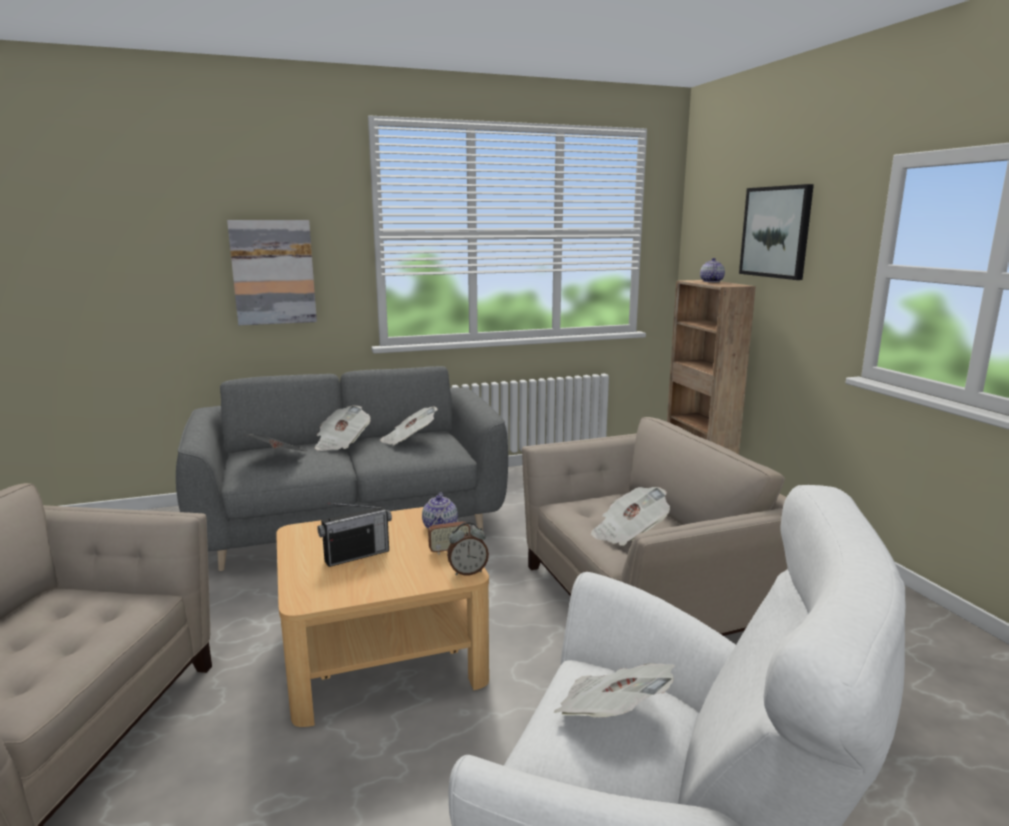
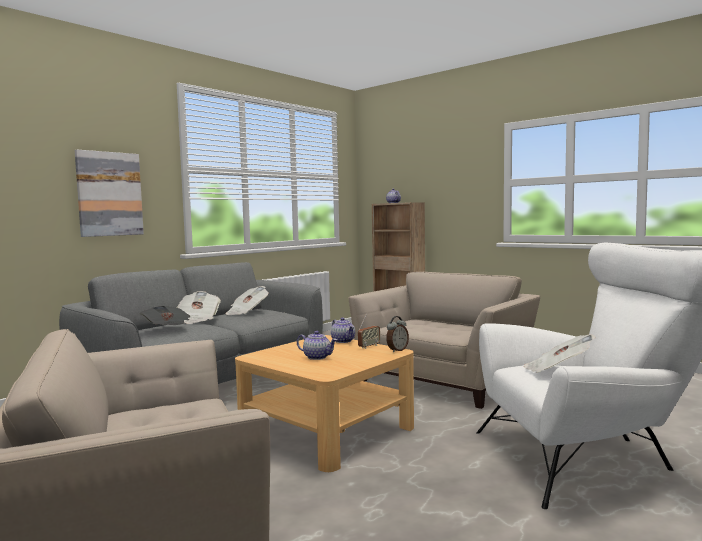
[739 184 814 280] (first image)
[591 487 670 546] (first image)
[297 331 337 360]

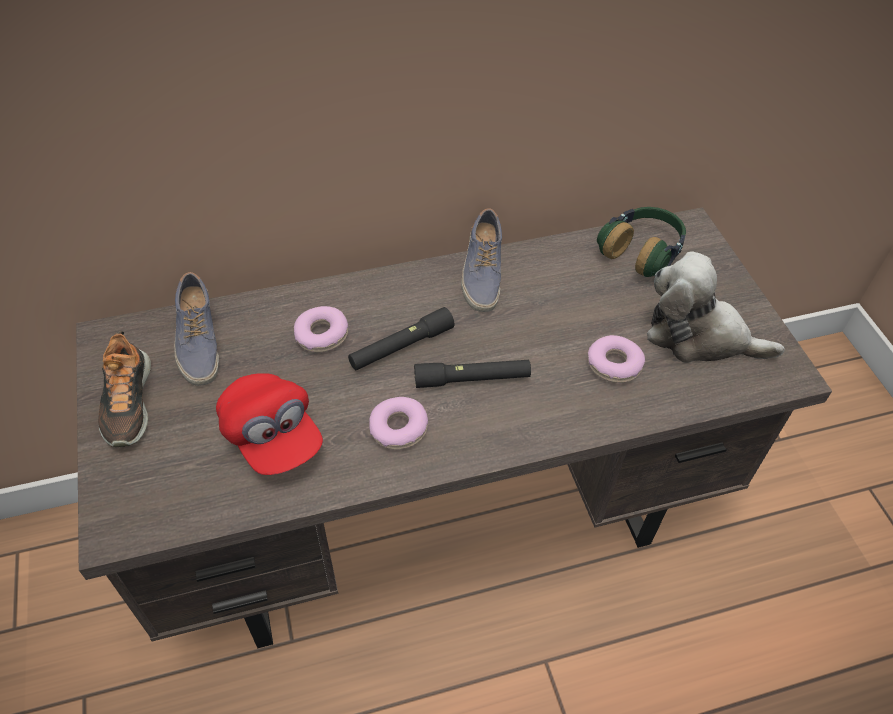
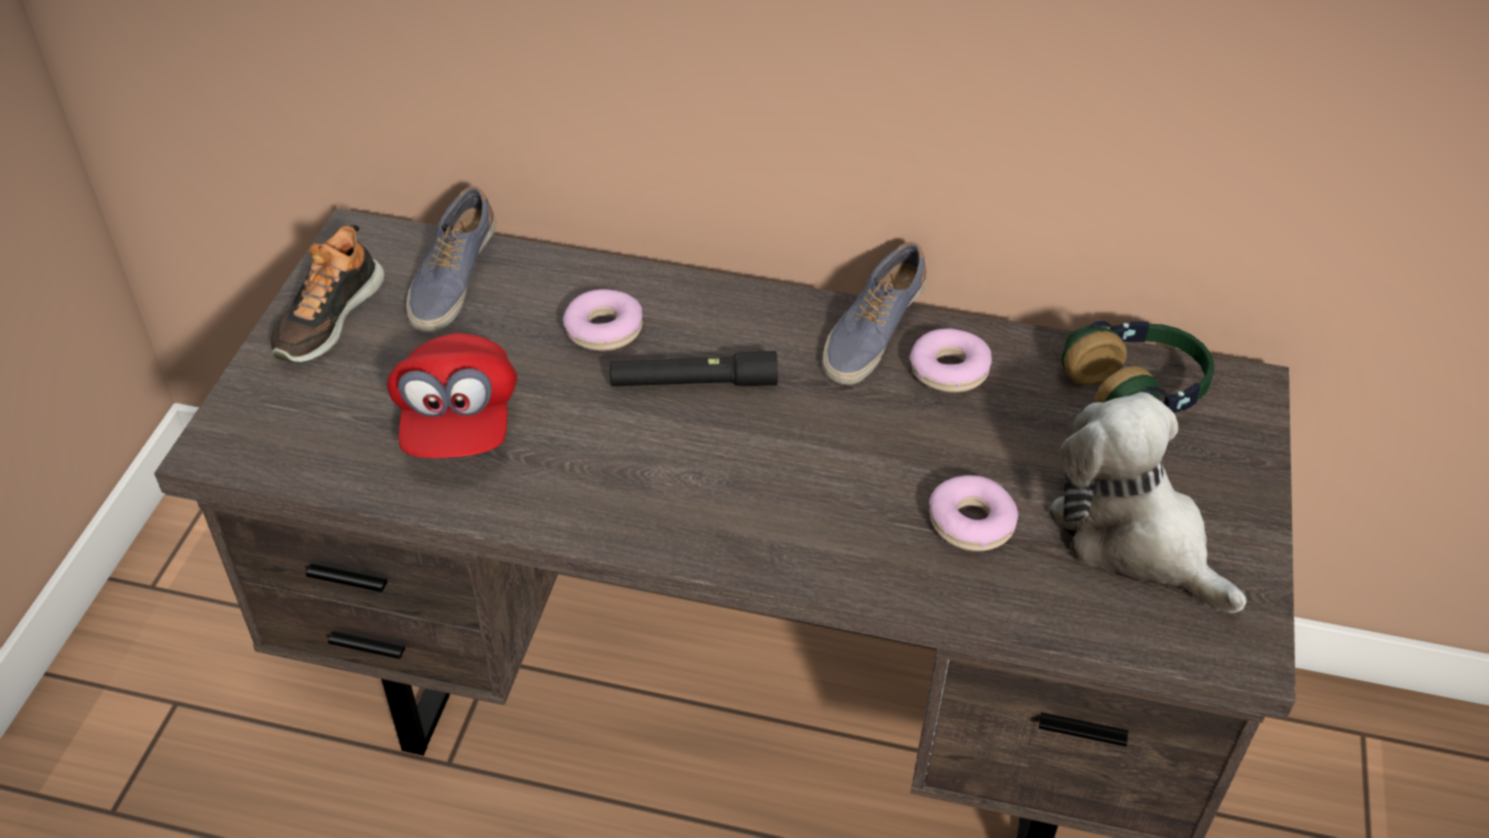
[414 360 531 388] (first image)
[909 328 992 393]

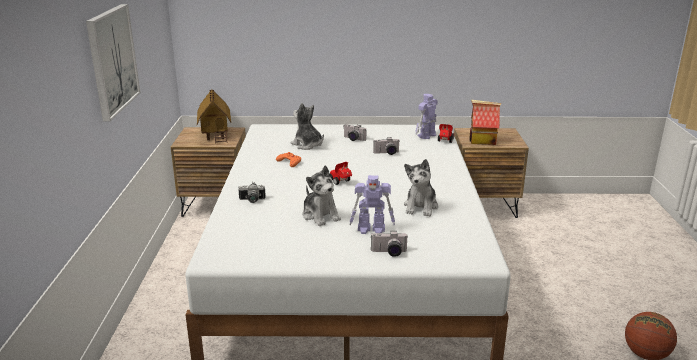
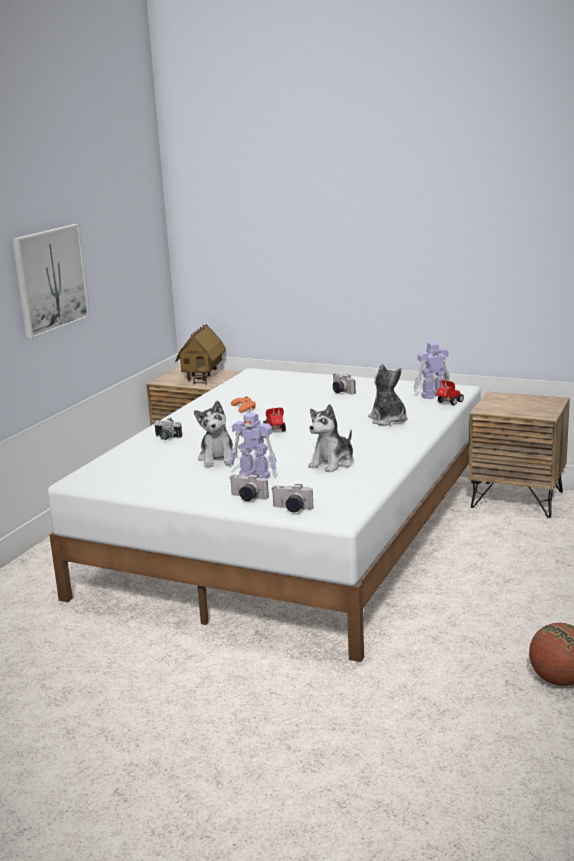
[469 100 501 145] (first image)
[368 364 408 426]
[271 484 314 512]

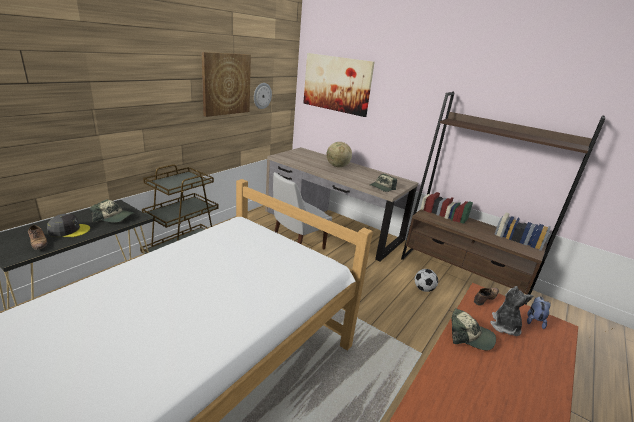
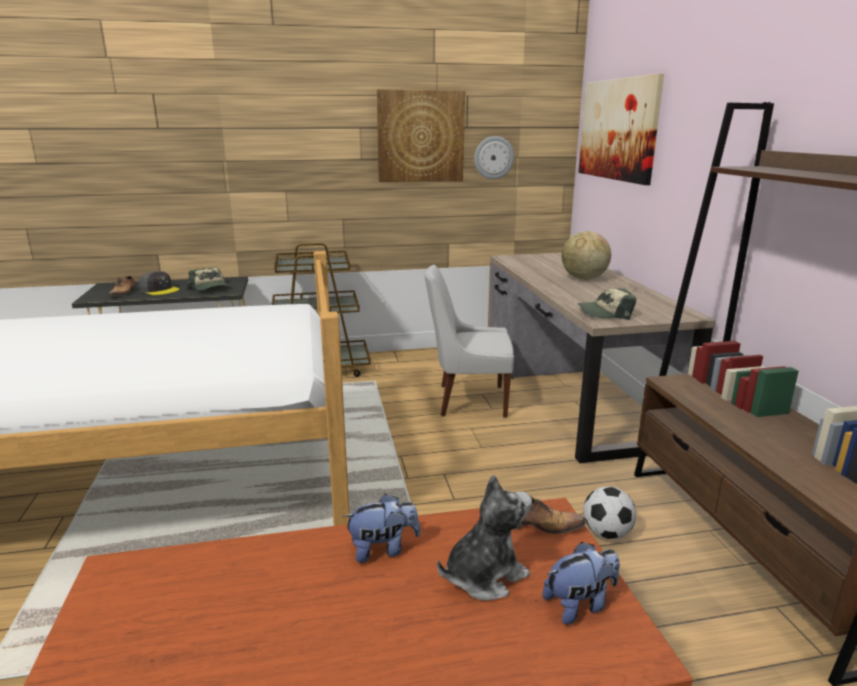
[343 494 421 563]

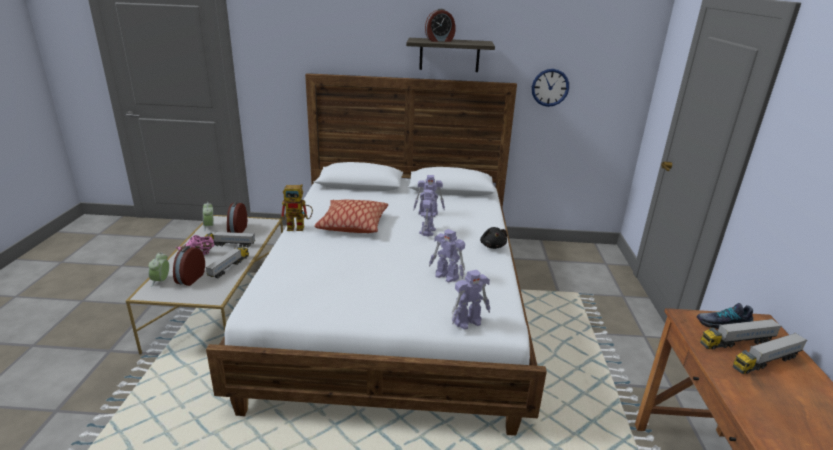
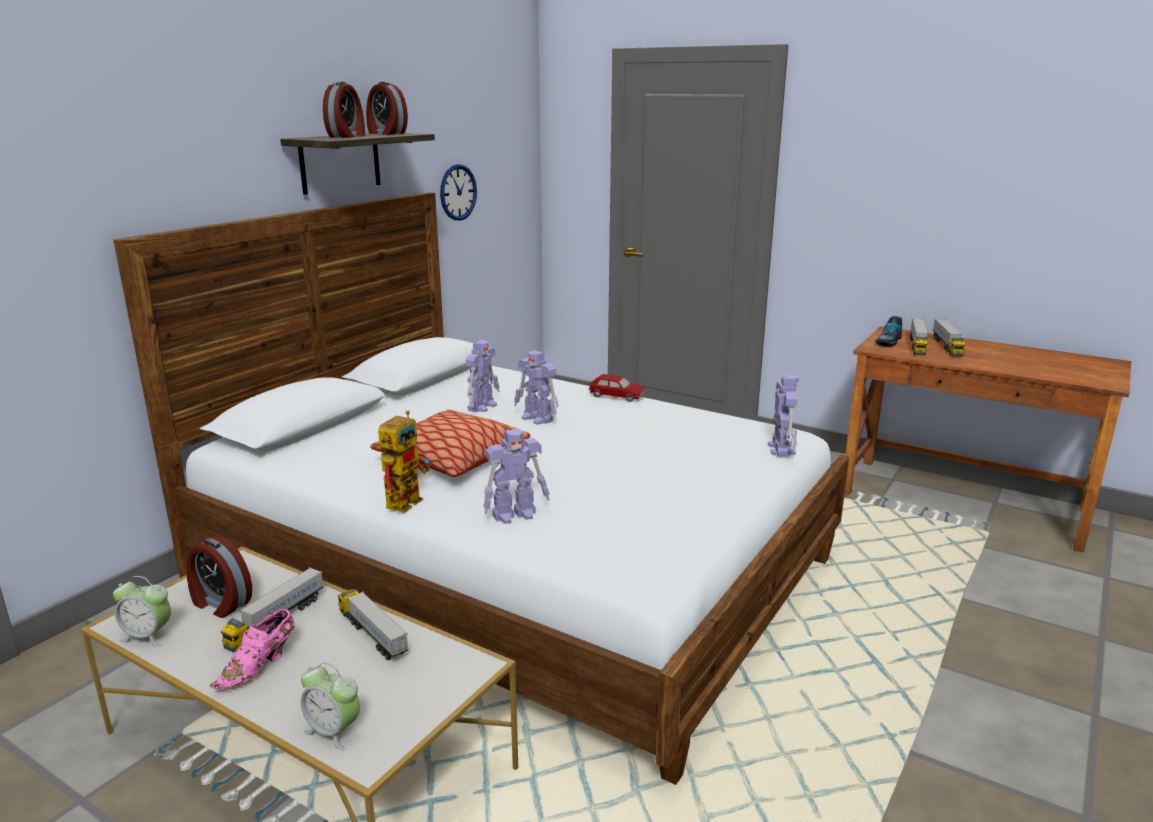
[588 374 647 402]
[483 429 550 524]
[366 82 408 135]

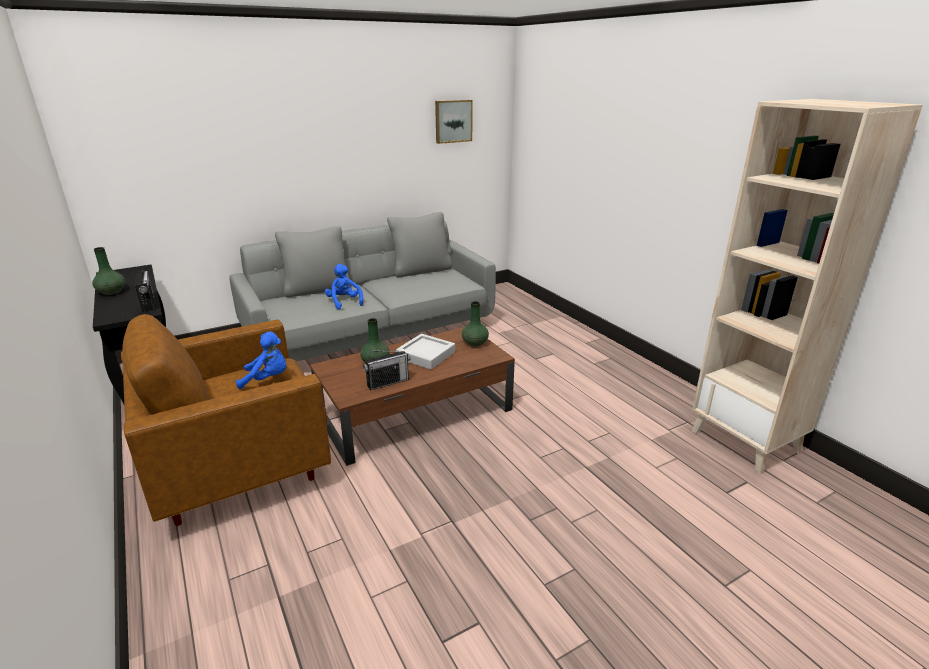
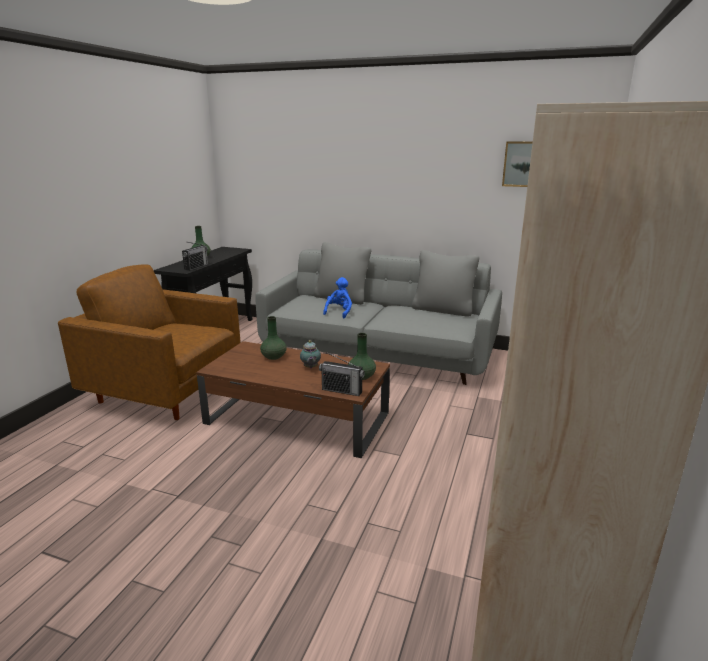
[236 332 287 389] (first image)
[300 340 321 369]
[319 352 365 396]

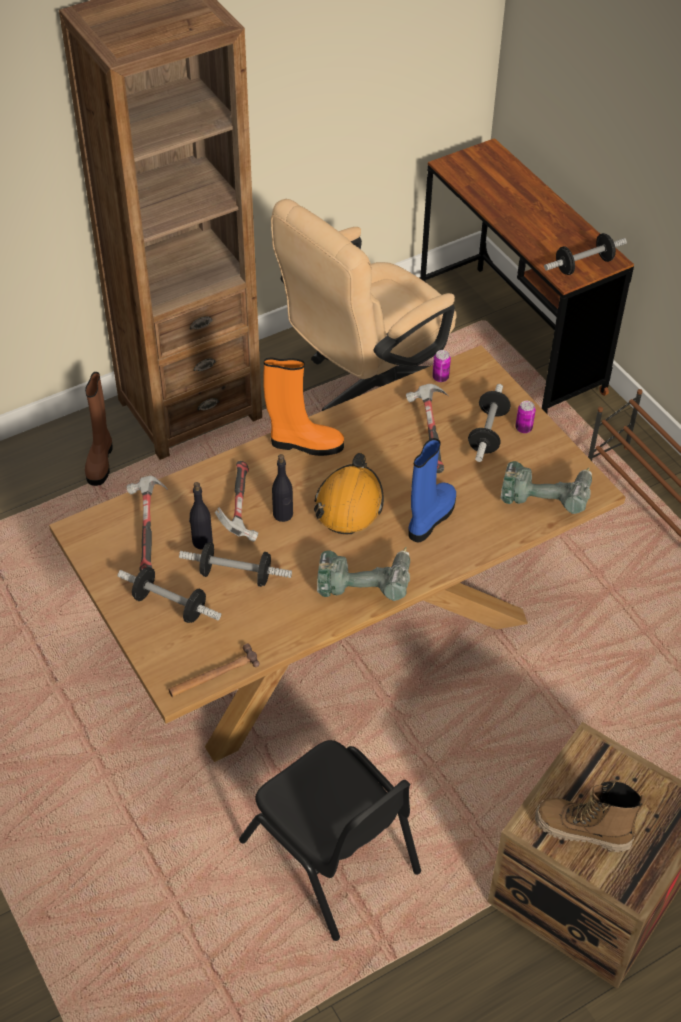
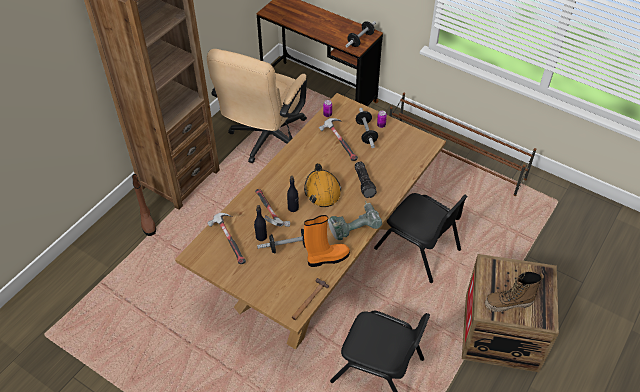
[304 215 350 267]
[355 162 377 198]
[500 461 592 514] (first image)
[117 567 221 623] (first image)
[374 193 468 283]

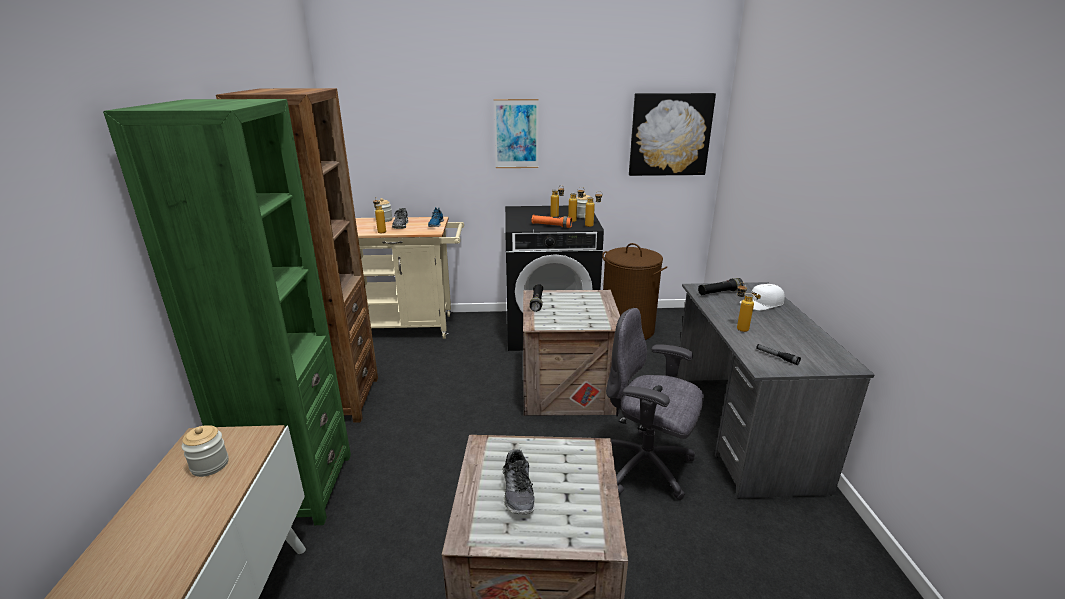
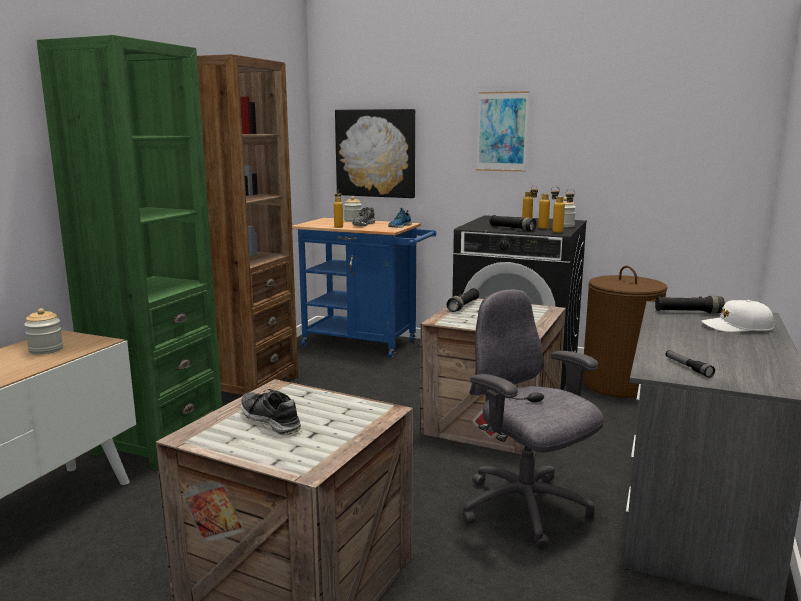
[335 109 415 198]
[489 215 536 231]
[292 218 436 358]
[737 282 754 332] (first image)
[240 389 302 435]

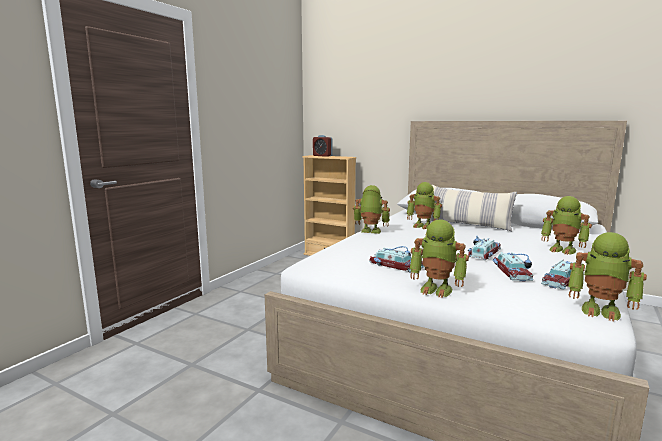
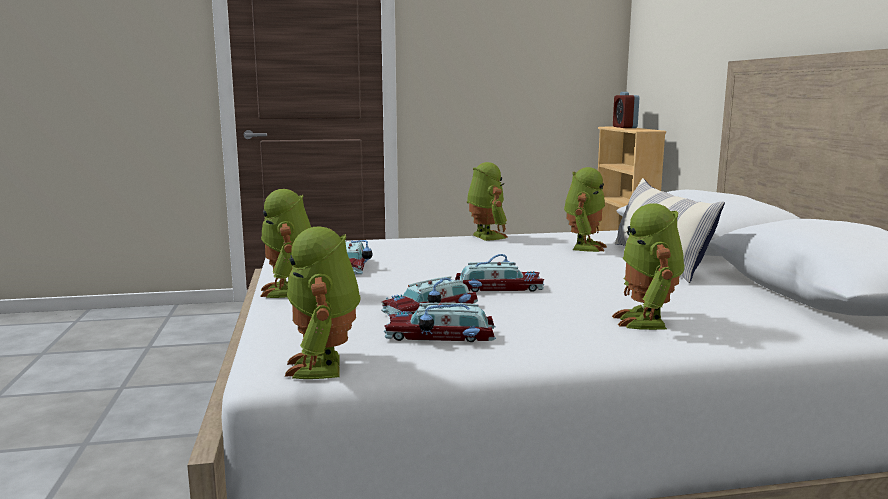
[564 167 607 252]

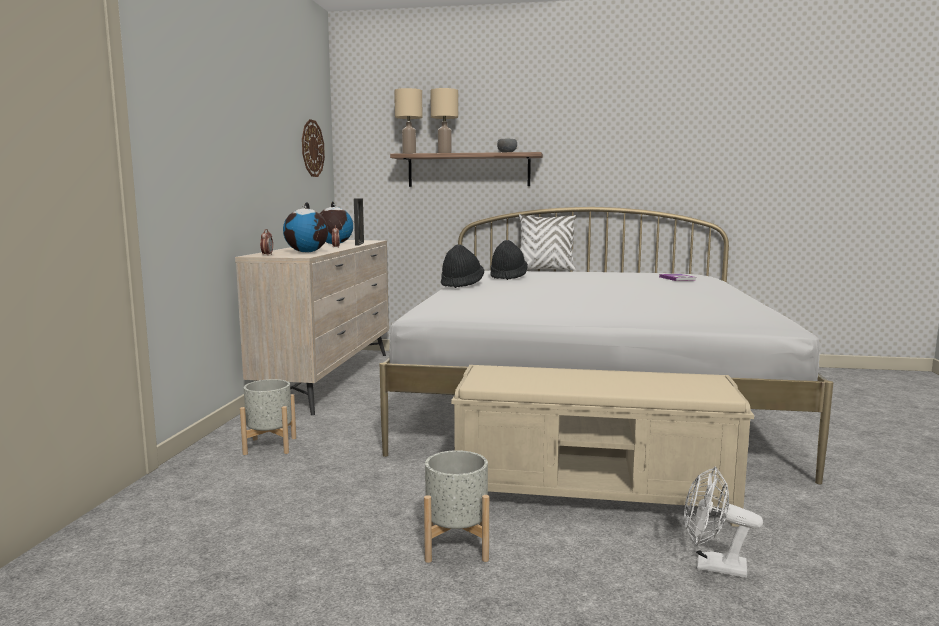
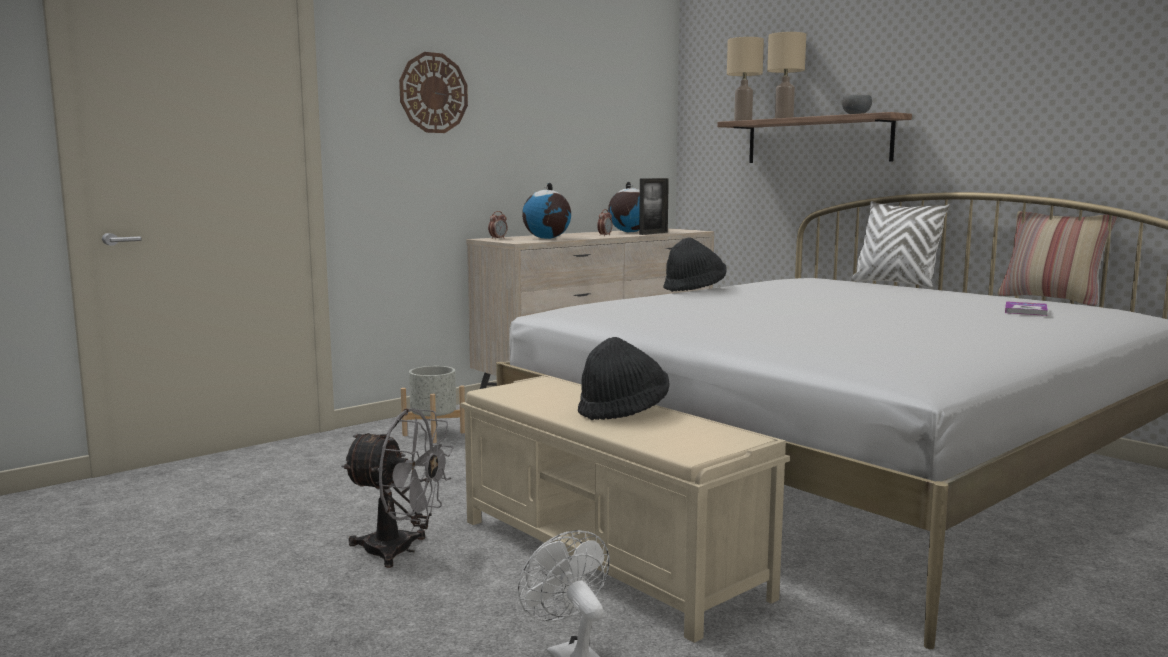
[399 52 468 133]
[578 337 669 420]
[341 408 454 568]
[998 211 1117 306]

